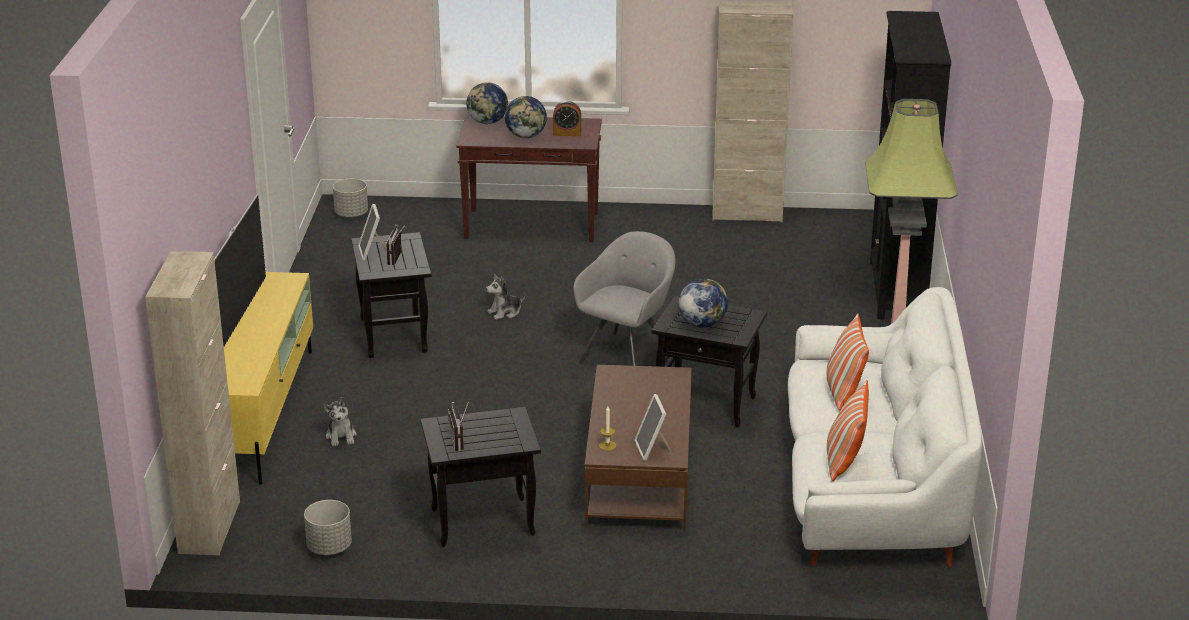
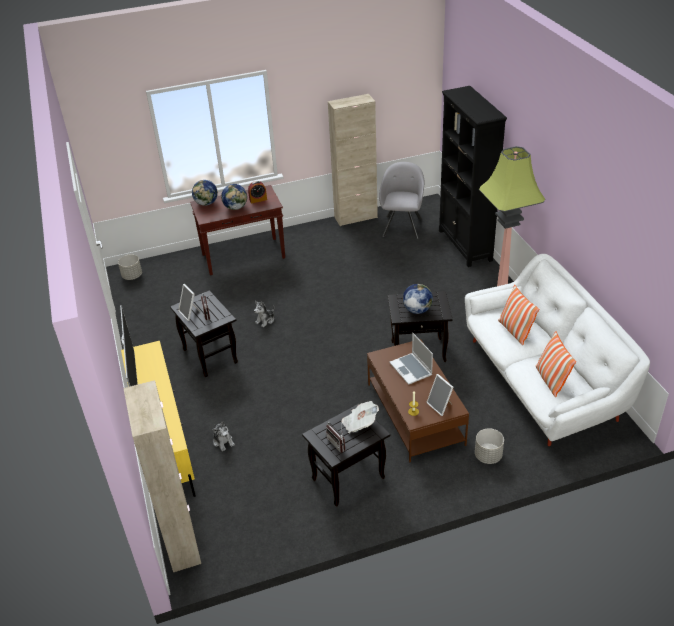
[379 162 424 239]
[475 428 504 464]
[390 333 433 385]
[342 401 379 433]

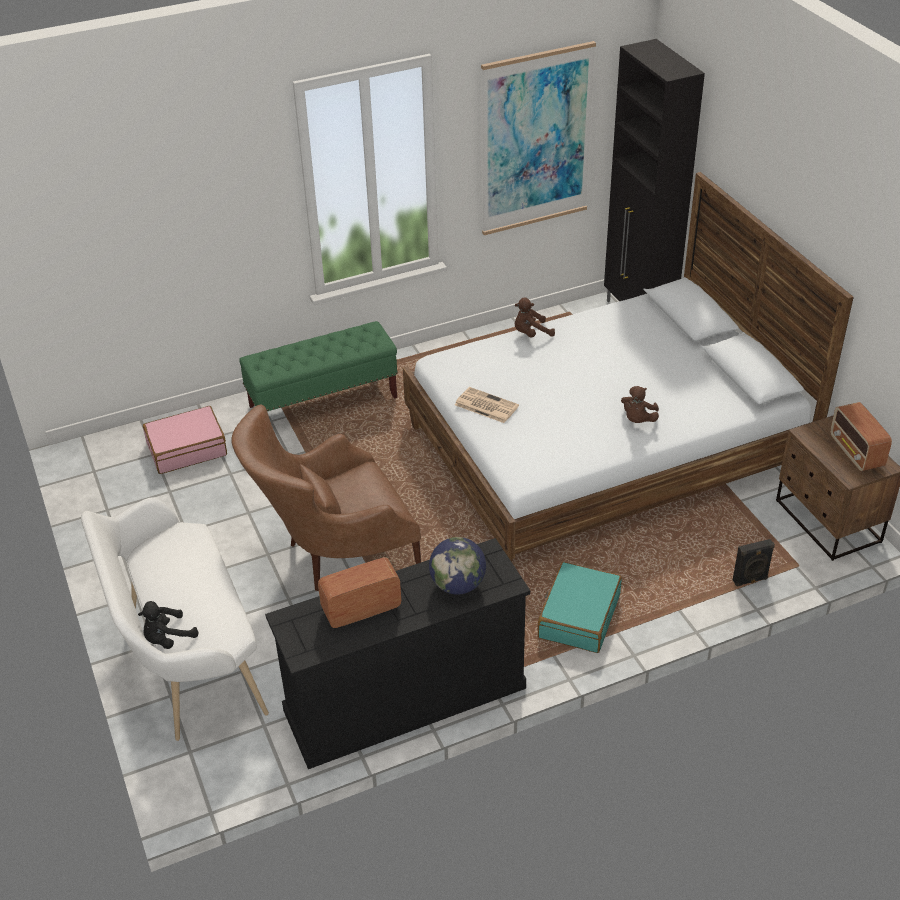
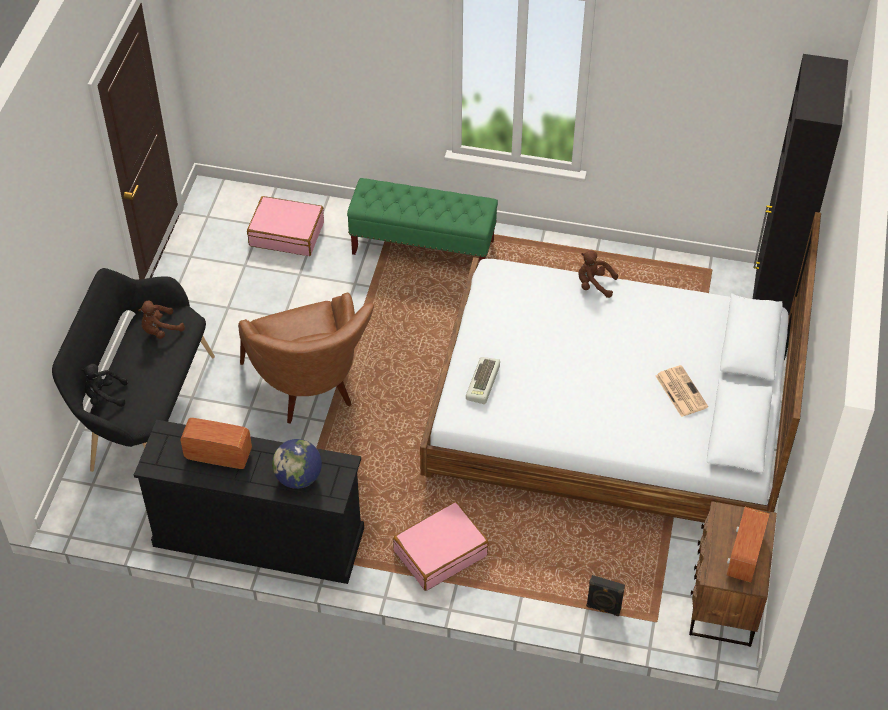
[481 41 596 235] (first image)
[138 301 185 339]
[656 365 708 417]
[238 293 374 424]
[52 268 215 472]
[393 502 489 591]
[466 357 500 404]

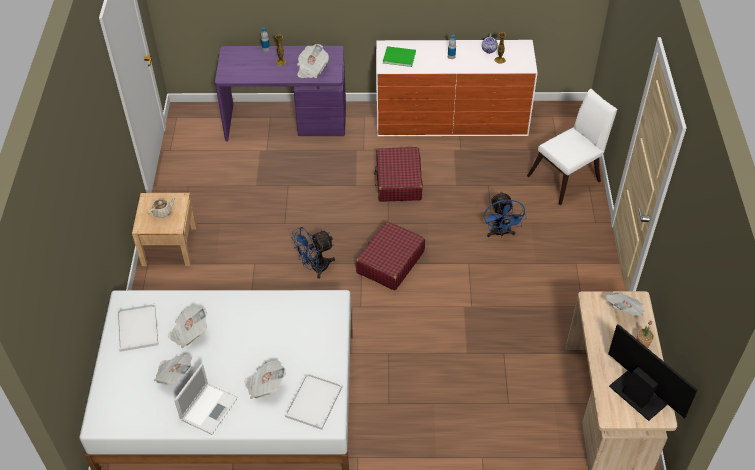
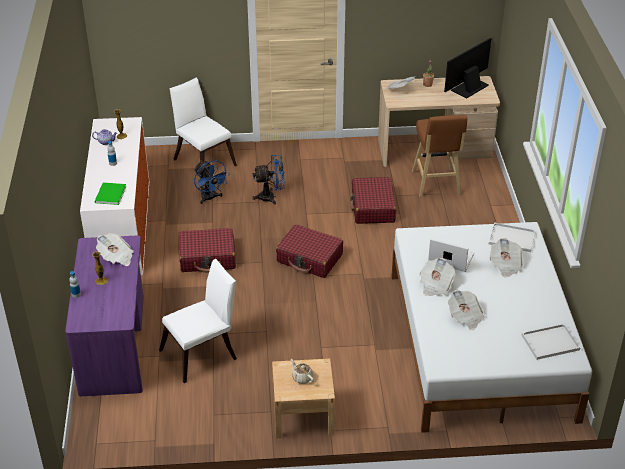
[194 160 229 204]
[522 324 580 360]
[419 258 456 296]
[428 238 474 272]
[412 115 467 197]
[350 177 396 224]
[159 259 237 383]

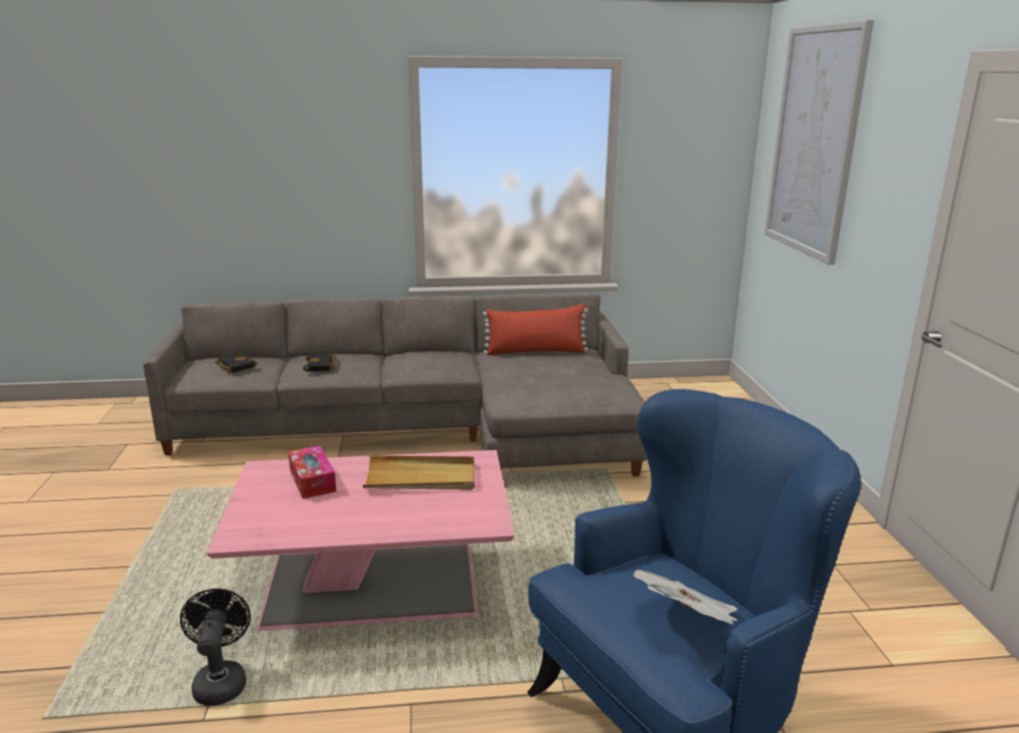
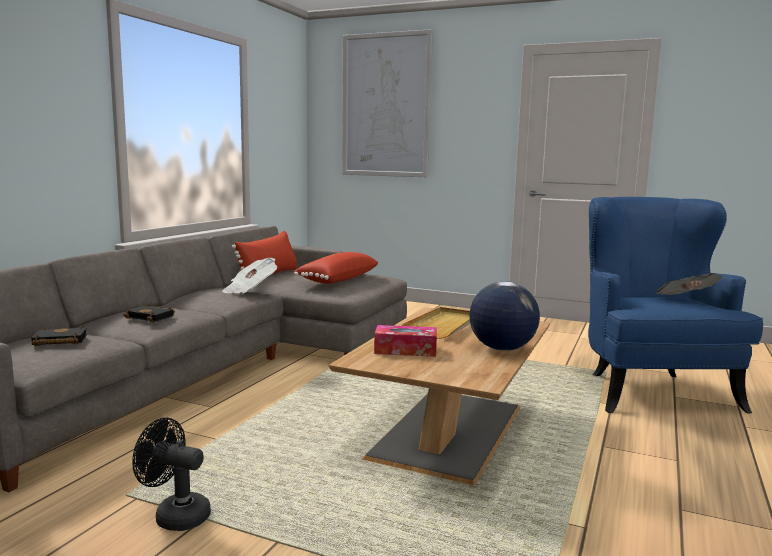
[329 307 550 485]
[132 418 211 531]
[294 252 379 284]
[222 258 277 293]
[469 281 540 351]

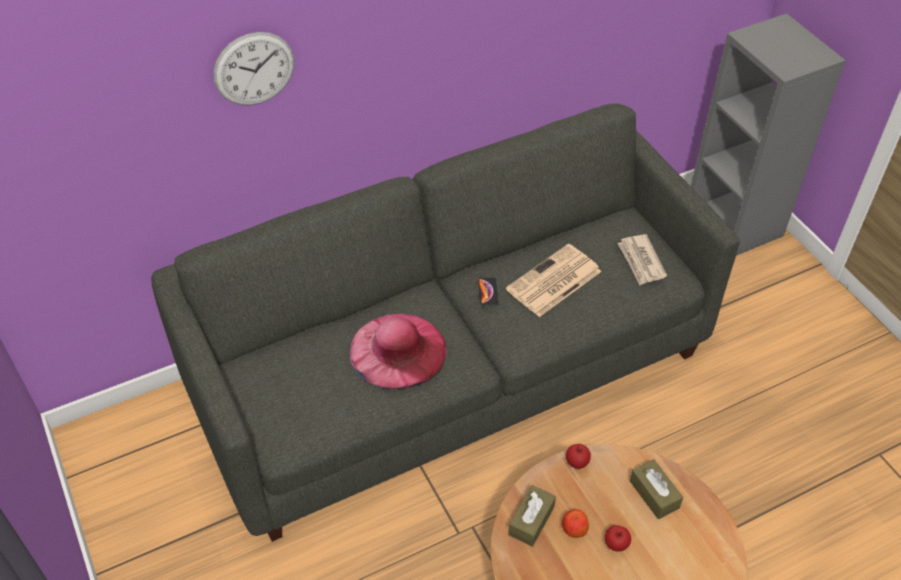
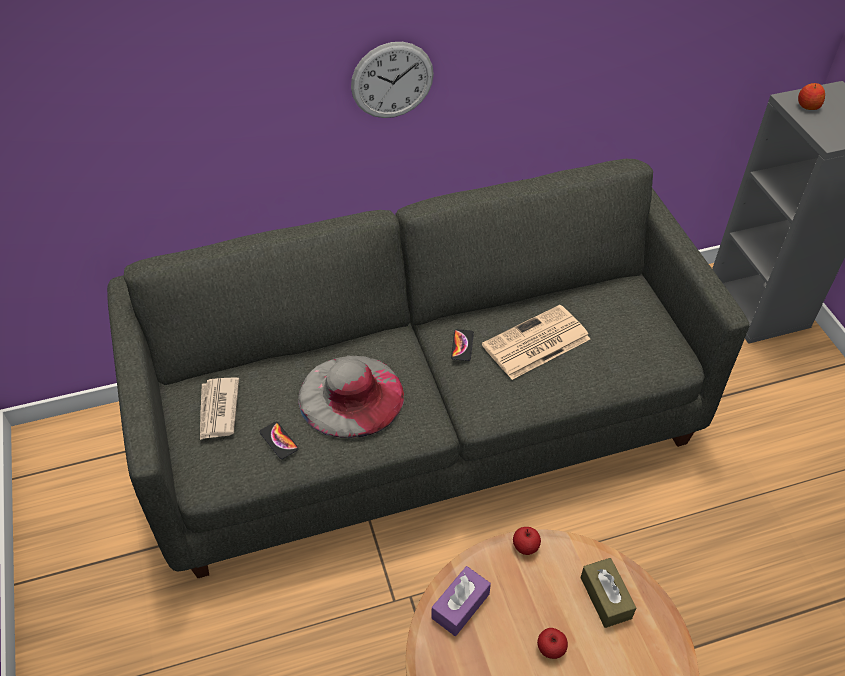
[351 42 434 118]
[200 377 239 440]
[298 356 404 438]
[431 566 491 636]
[798 83 825 110]
[260 422 298 459]

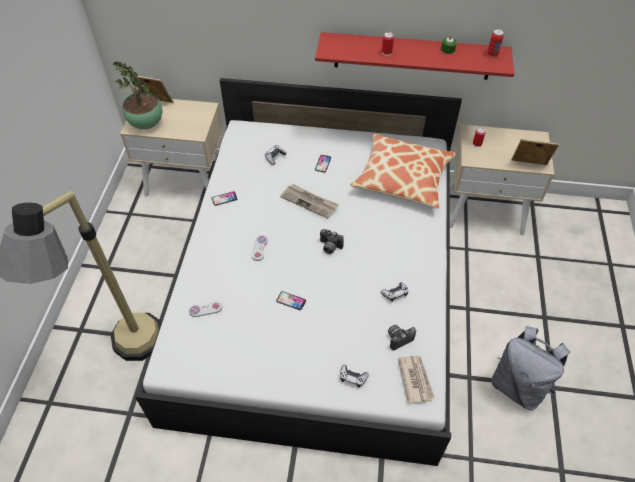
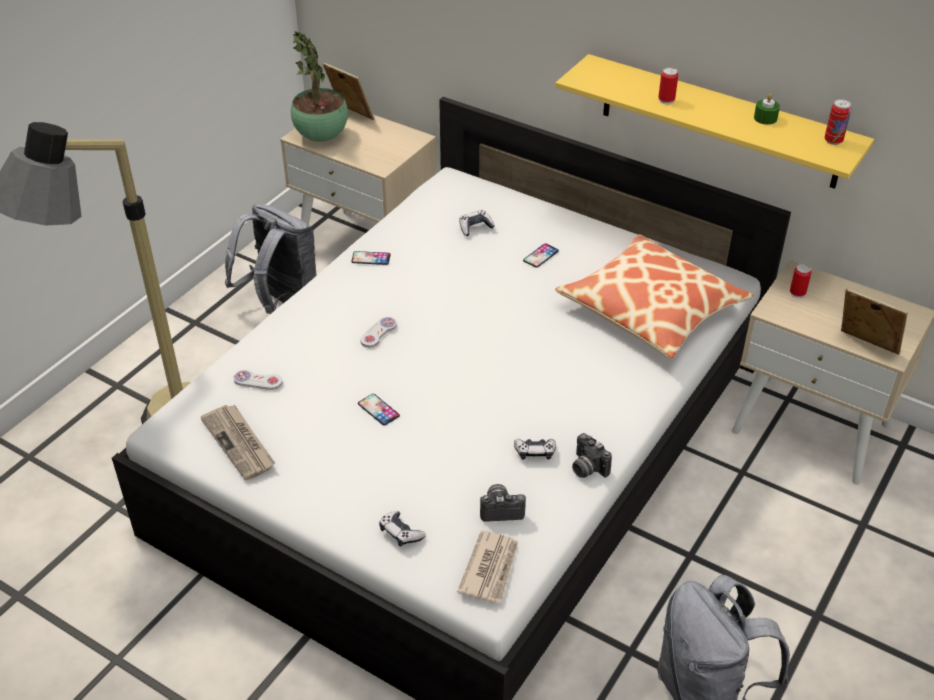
[555 54 874 189]
[200 405 275 480]
[572 433 612 478]
[225 204 316 314]

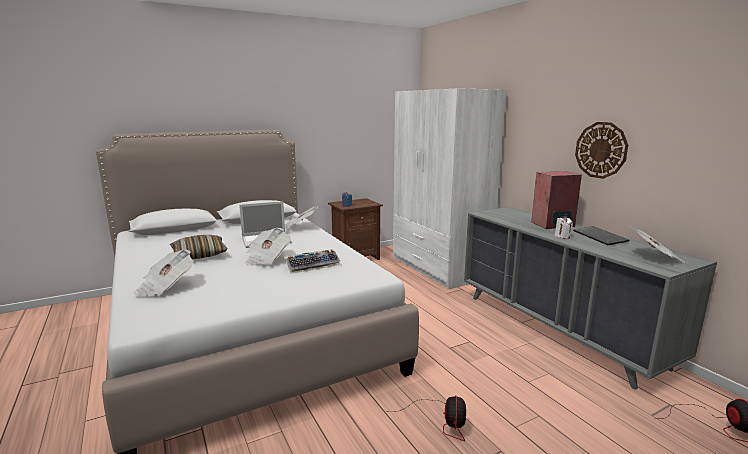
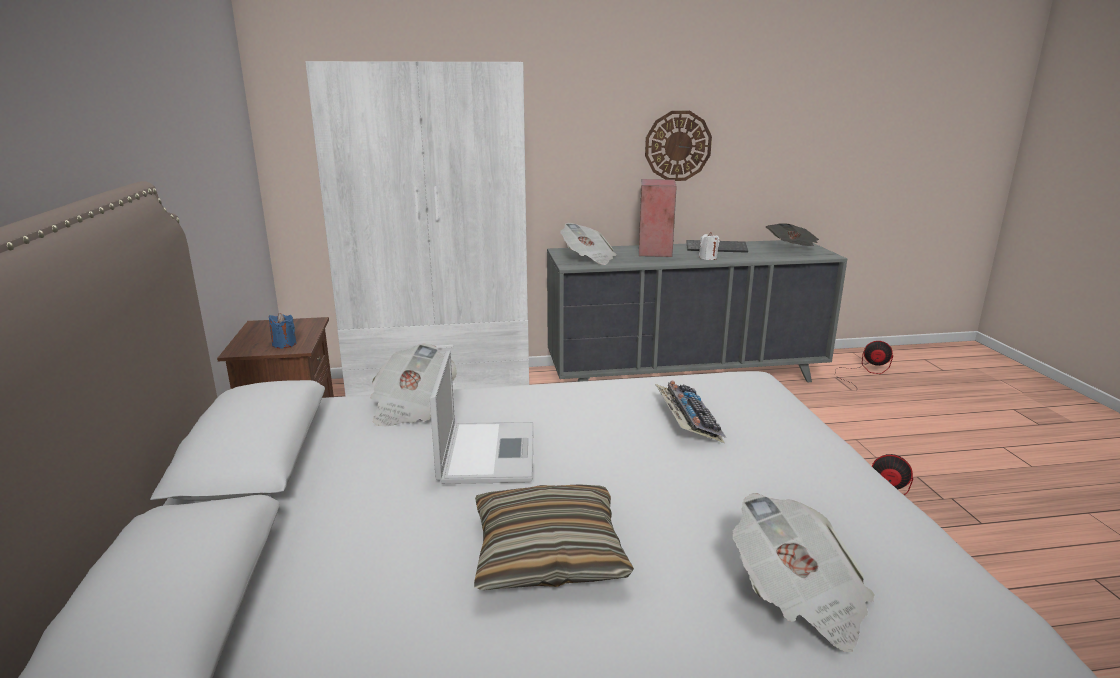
[561 223 617 265]

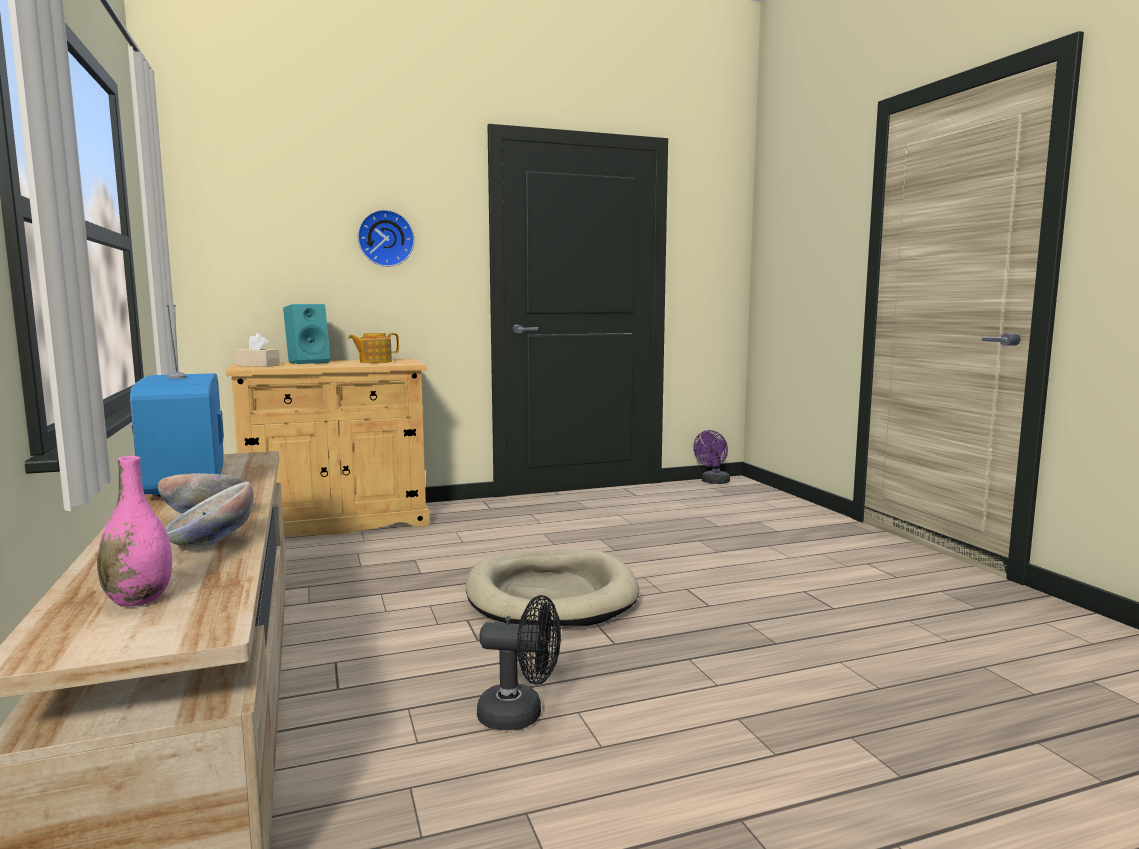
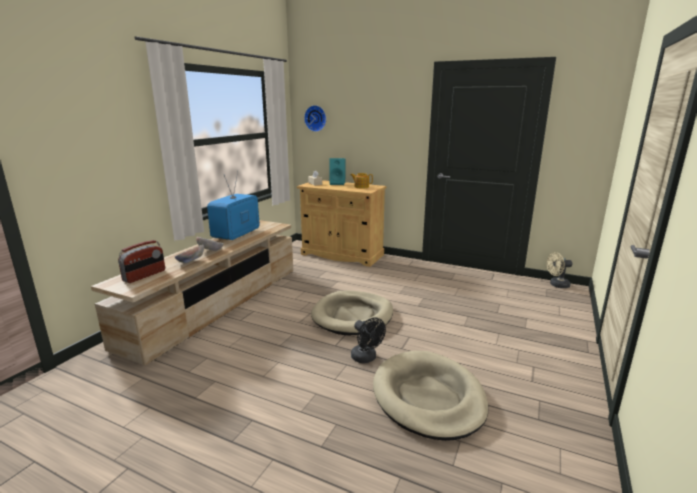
[304 105 326 132]
[547 252 572 288]
[118 240 165 283]
[351 317 386 363]
[373 351 488 441]

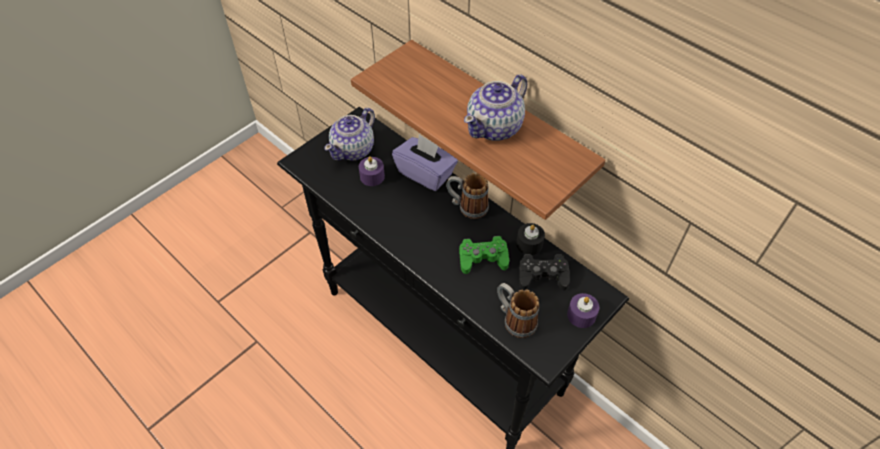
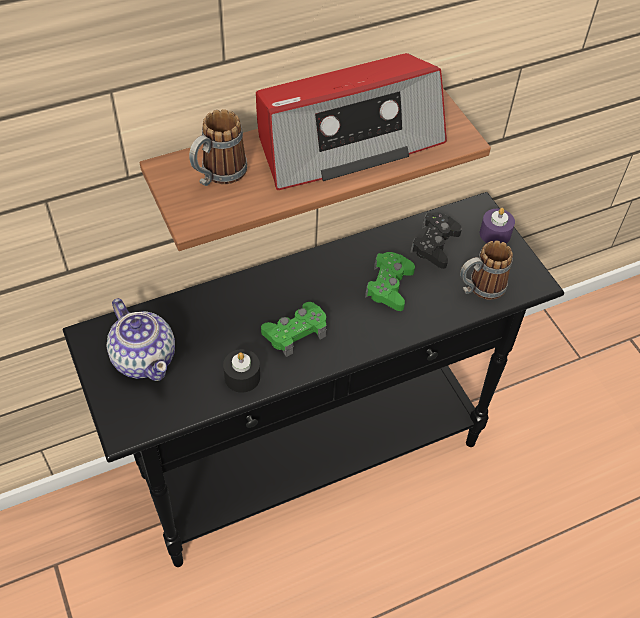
[256 53 447 190]
[392 134 458 191] (first image)
[359 156 385 186] (first image)
[189 109 247 186]
[223 349 260 393]
[261 302 327 357]

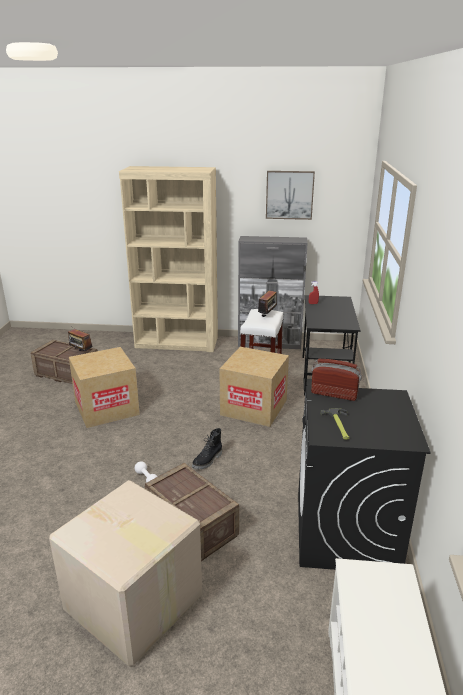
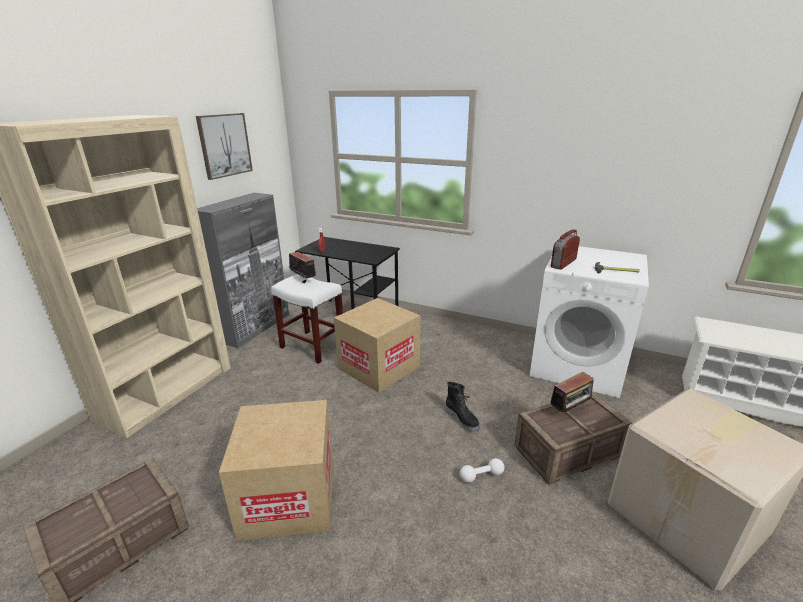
[551 372 594 412]
[530 246 649 398]

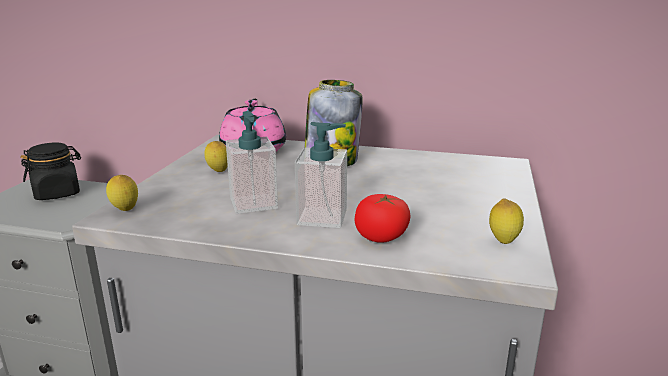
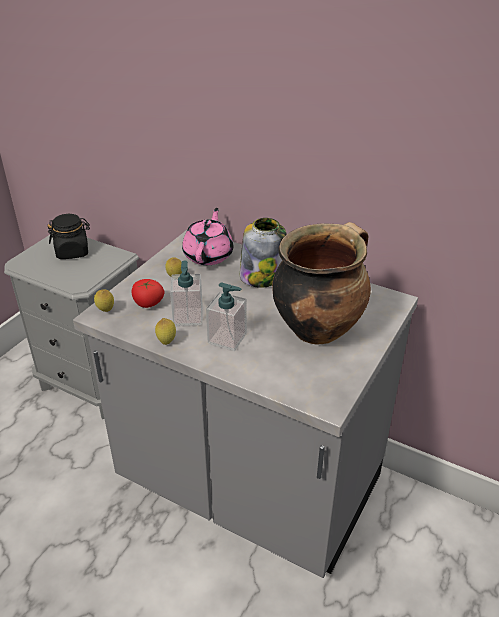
[132 279 164 308]
[155 318 176 345]
[272 222 371 345]

